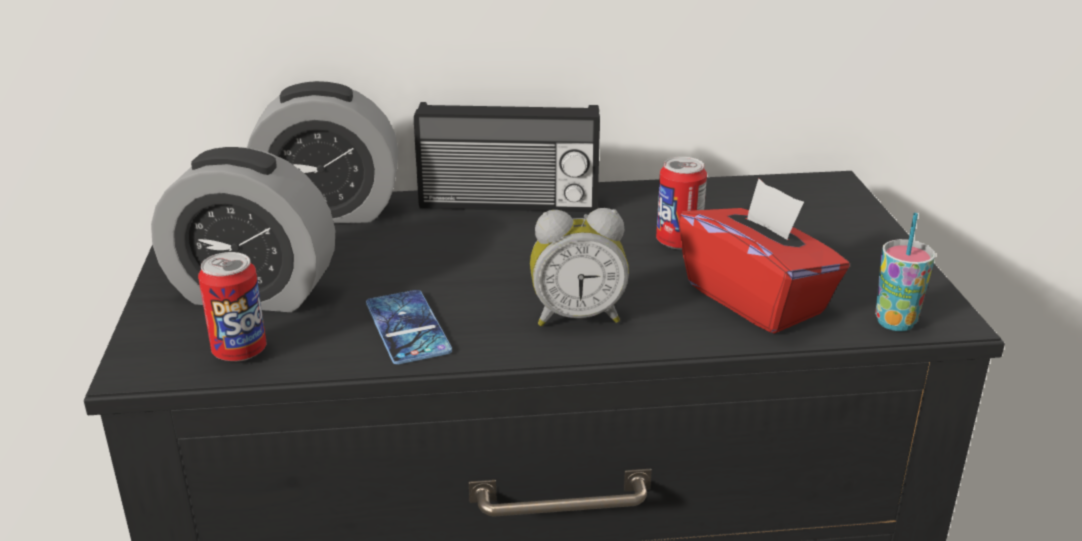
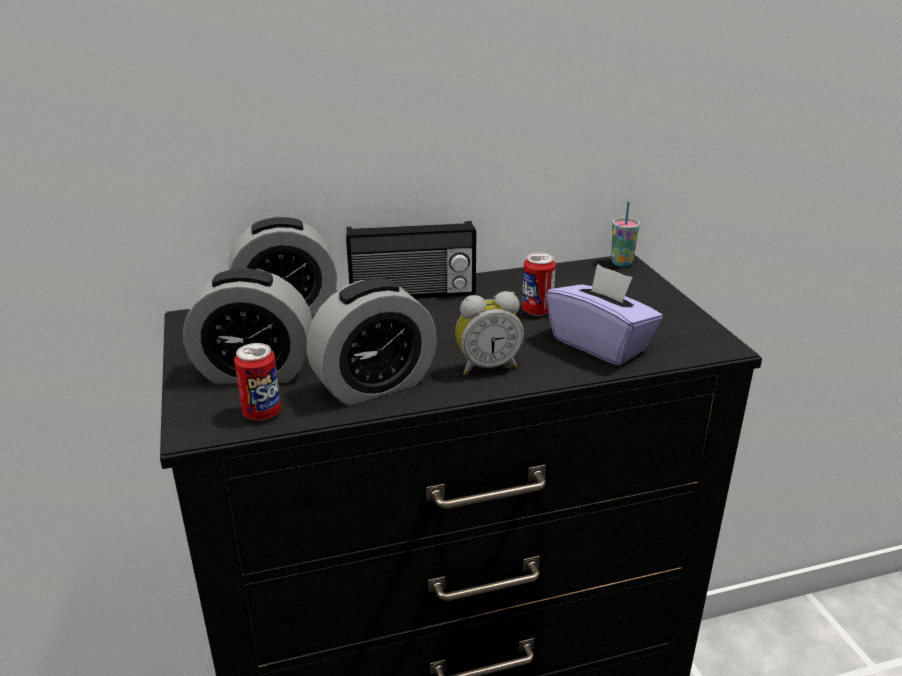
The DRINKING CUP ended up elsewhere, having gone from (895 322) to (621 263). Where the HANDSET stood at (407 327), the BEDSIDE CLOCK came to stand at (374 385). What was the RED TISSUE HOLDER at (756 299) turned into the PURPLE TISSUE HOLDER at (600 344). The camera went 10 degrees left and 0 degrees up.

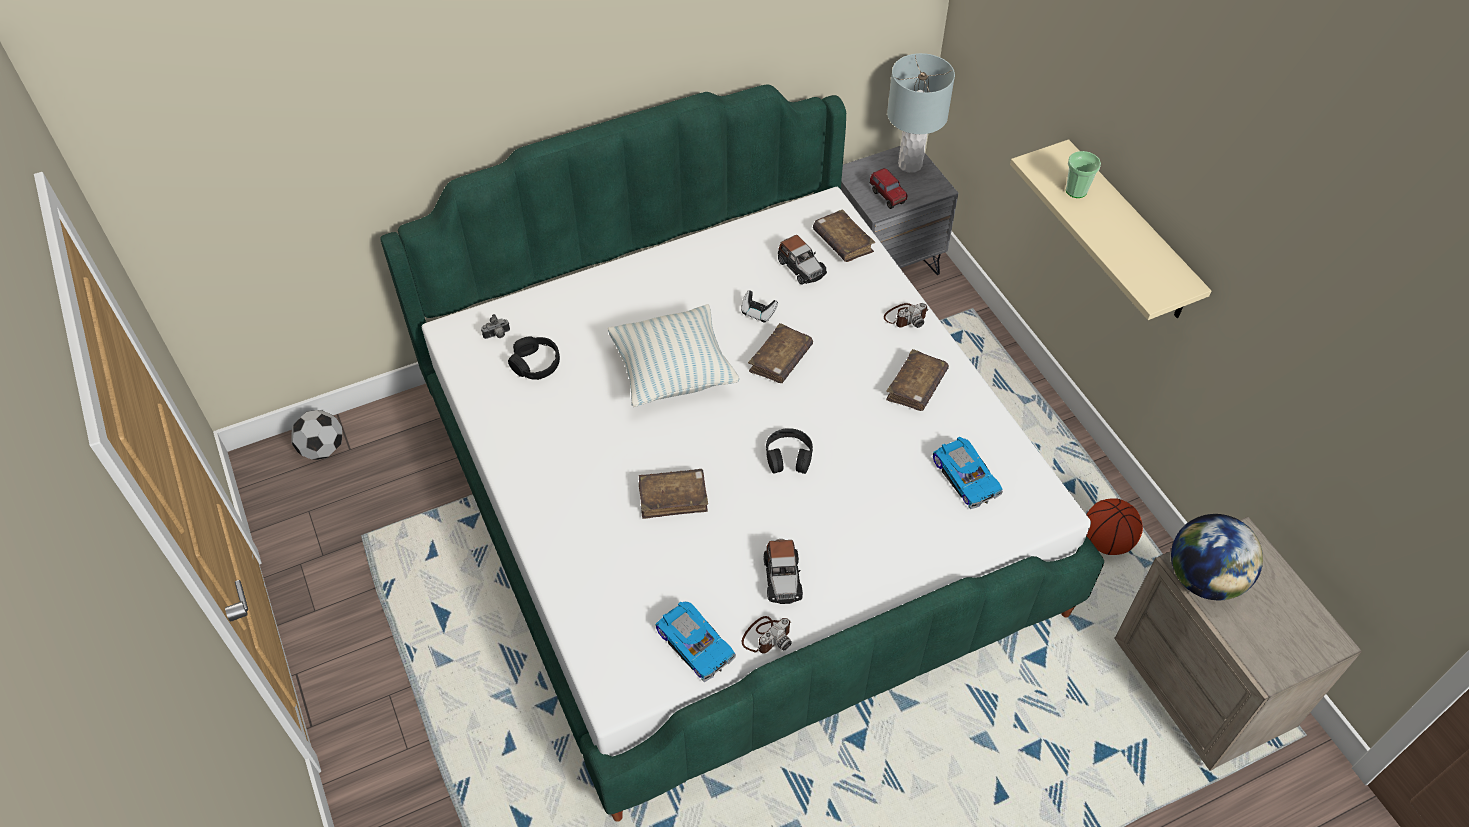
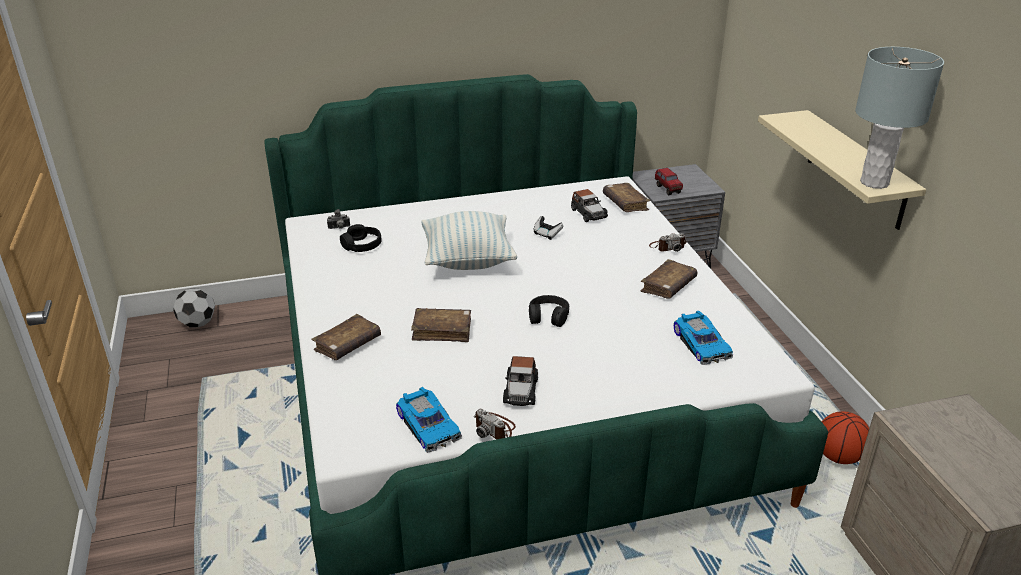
The second view lost the DRINKING CUP at (1076 191). The second view lost the WORLD GLOBE at (1203 578). The BROWNISH BOUND BOOK ended up elsewhere, having gone from (780 360) to (347 345). The GREYISH TABLETOP LAMP ended up elsewhere, having gone from (910 164) to (874 182). The PHOTO CAMERA at (767 636) ended up facing another way, 75 degrees clockwise from before. The camera went 10 degrees right and 20 degrees down.

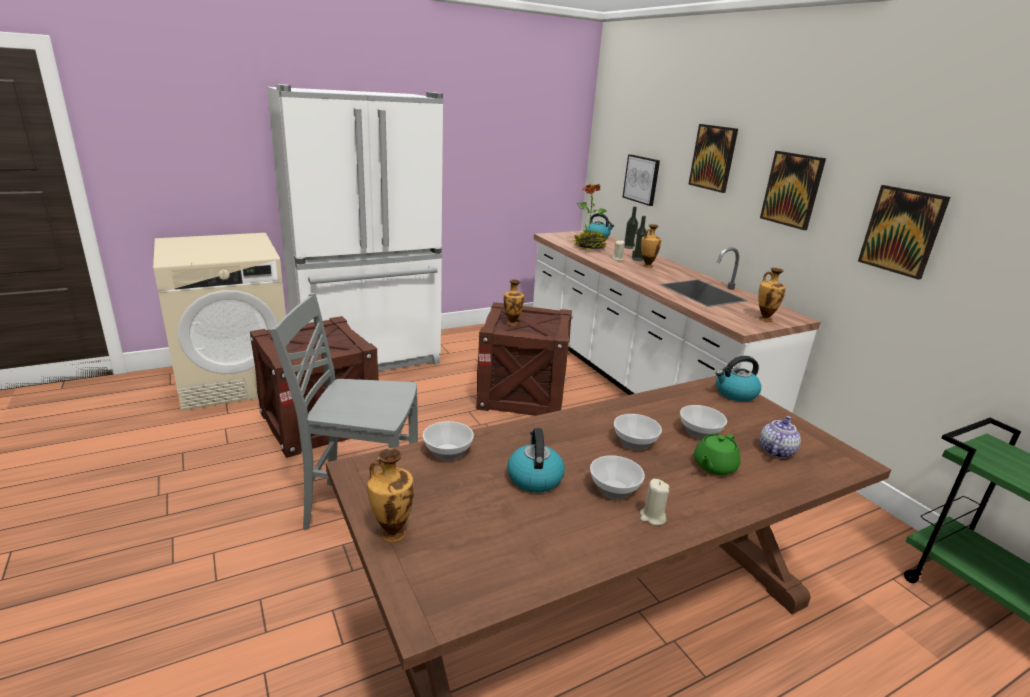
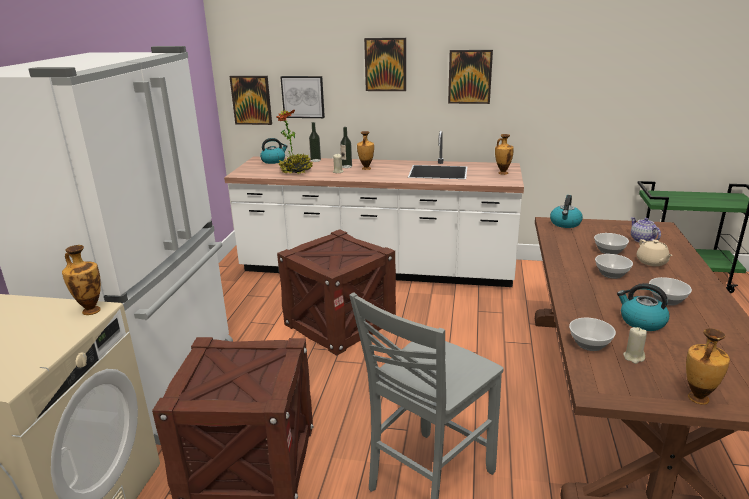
The FLOWER VASE ended up elsewhere, having gone from (512 323) to (90 310). The SAND-COLOURED CANDLE ended up elsewhere, having gone from (652 517) to (633 357). The WALL ART ended up elsewhere, having gone from (902 231) to (251 100). What was the GREEN TEA POT at (714 466) turned into the SAND-COLOURED TEA POT at (652 262). The camera went 50 degrees left and 0 degrees up.

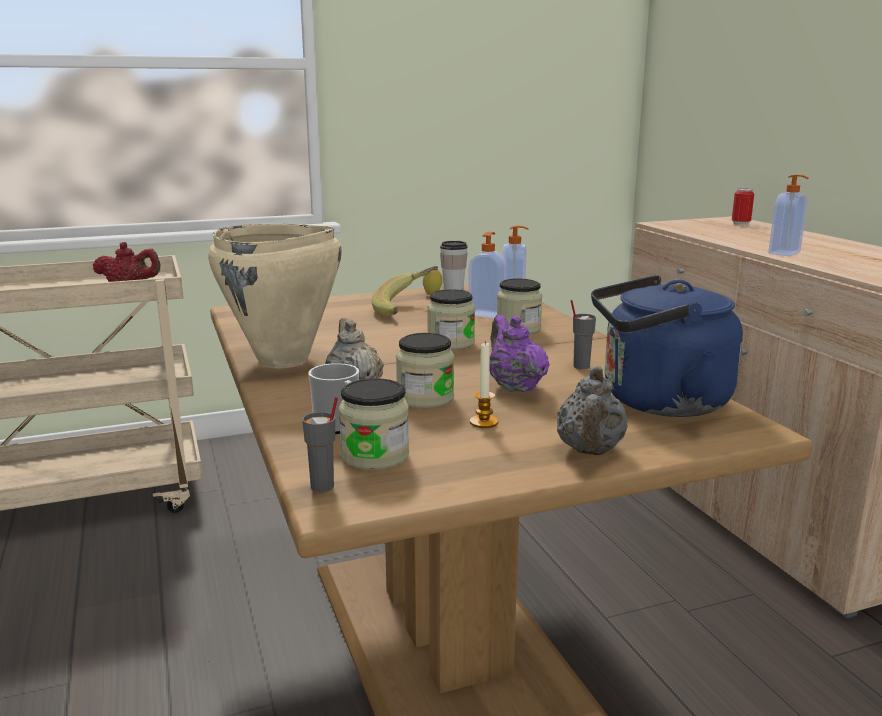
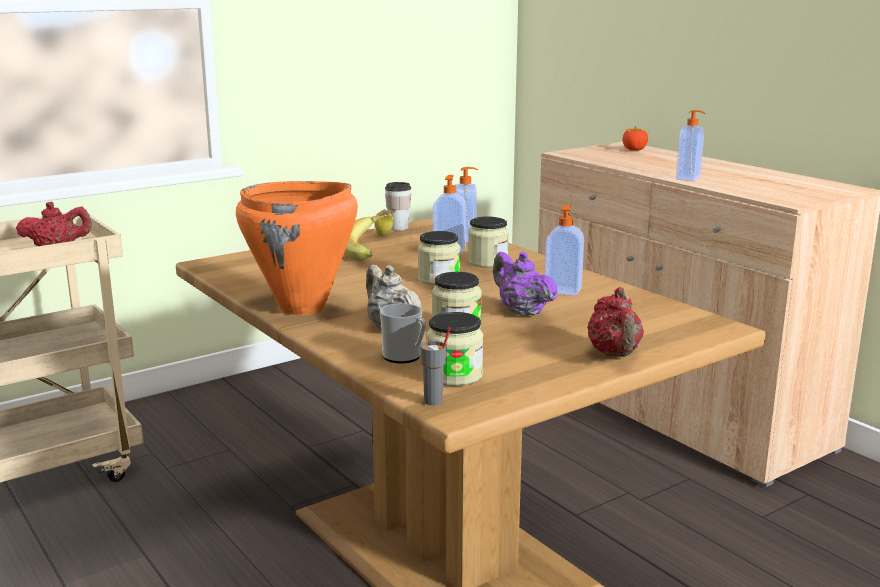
The second view lost the CANDLE at (484 422). The second view lost the BLUE WATER KETTLE at (657 402). Where the GREYISH DRINKING CUP stood at (580 366), the SOAP DISPENSER came to stand at (563 290). Where the SEALED CAN stood at (740 224), the WHOLE TOMATO came to stand at (634 150). What was the SAND-COLOURED COOKING POT at (283 361) turned into the ORANGE-COLOURED COOKING POT at (303 308). What was the GREYISH TEA POT at (589 451) turned into the RED TEA POT at (614 355). The camera went 15 degrees left and 0 degrees up.

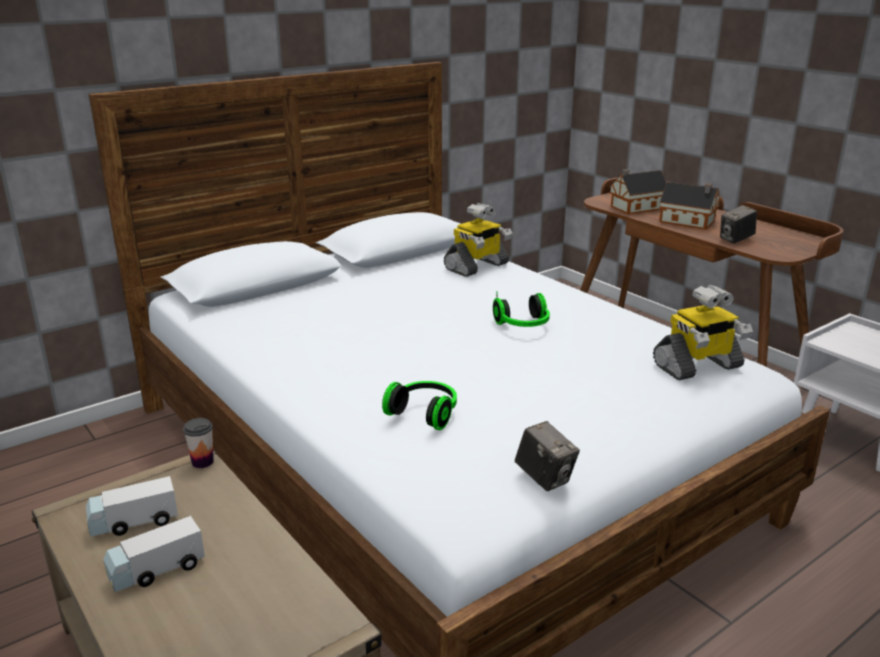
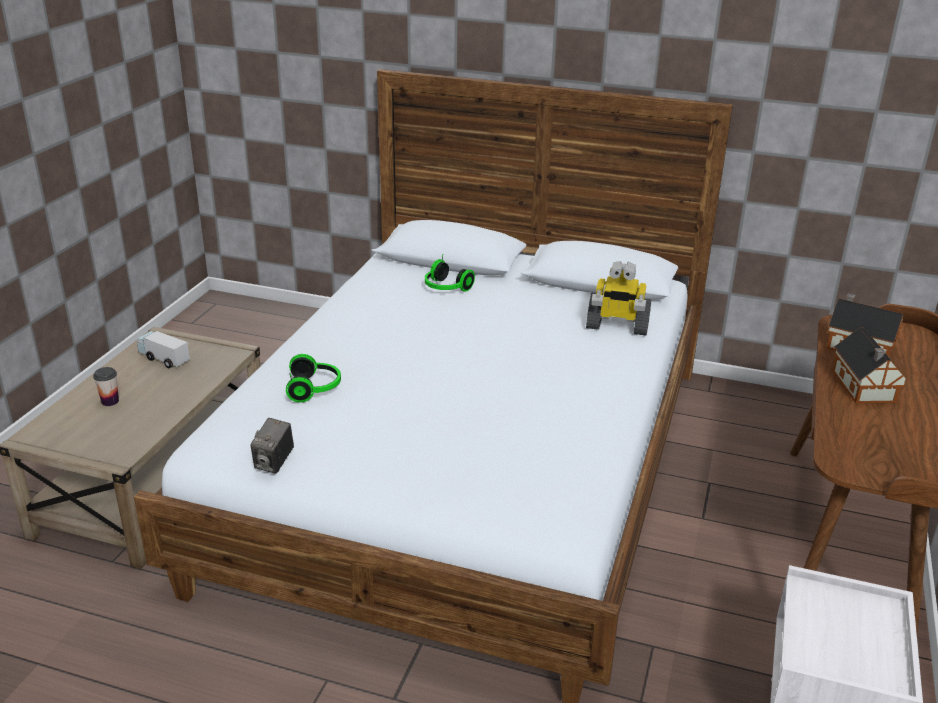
The second view lost the TOY LORRY at (156 570). The second view lost the ROBOT FIGURE at (697 367). The second view lost the PHOTO CAMERA at (736 240). The DRINKING CUP ended up elsewhere, having gone from (202 462) to (110 401). The HEADPHONES ended up elsewhere, having gone from (523 325) to (445 288). The camera went 55 degrees right and 5 degrees up.

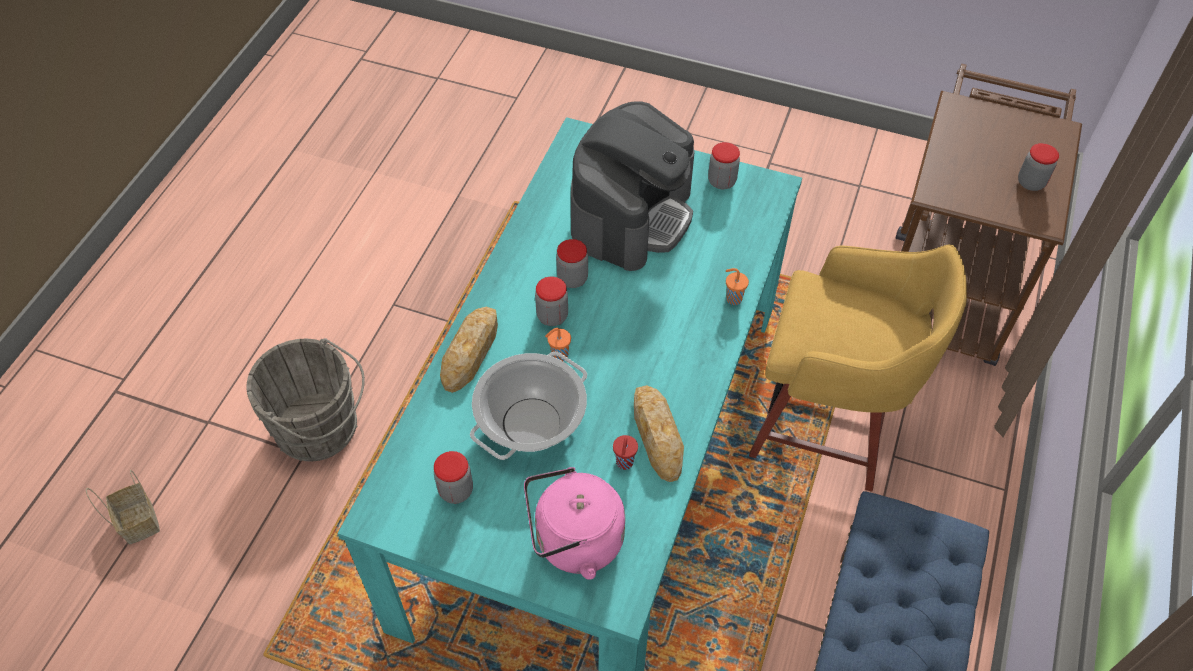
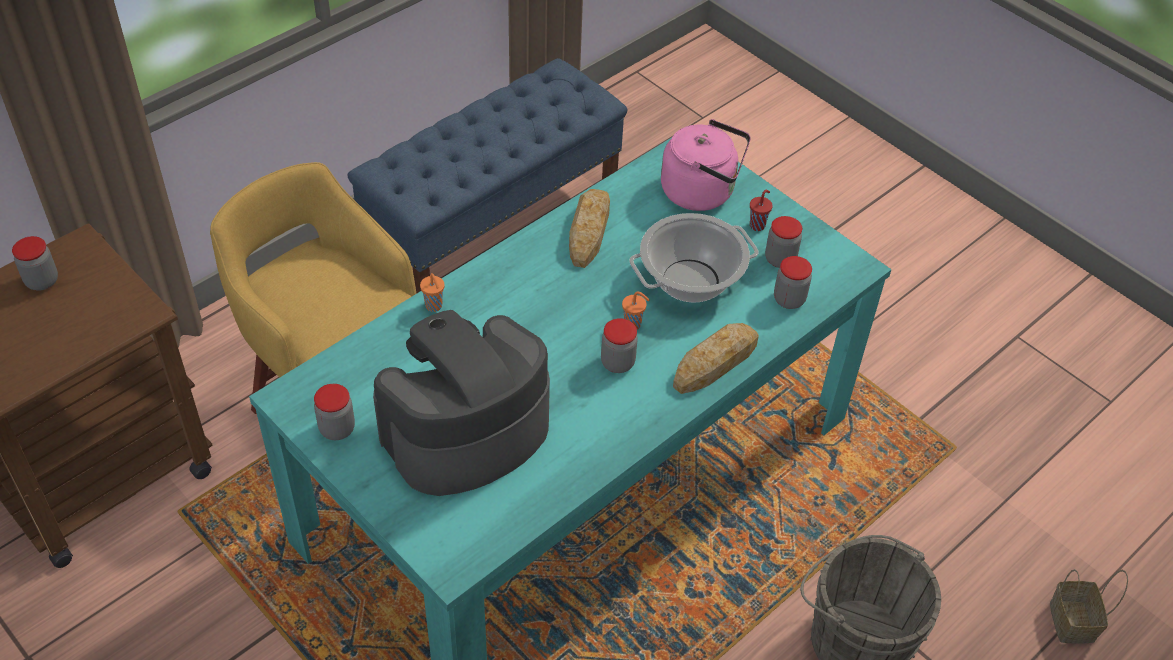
The JAR ended up elsewhere, having gone from (572 279) to (789 299). The RED DRINKING CUP ended up elsewhere, having gone from (624 463) to (757 225). The camera went 155 degrees left and 5 degrees down.

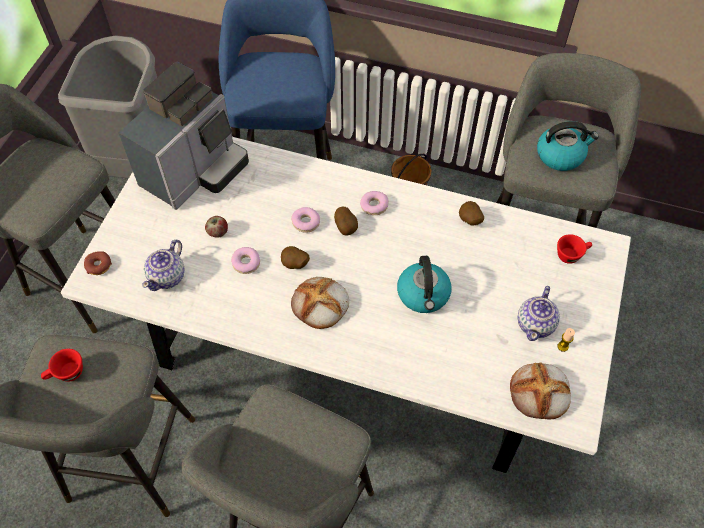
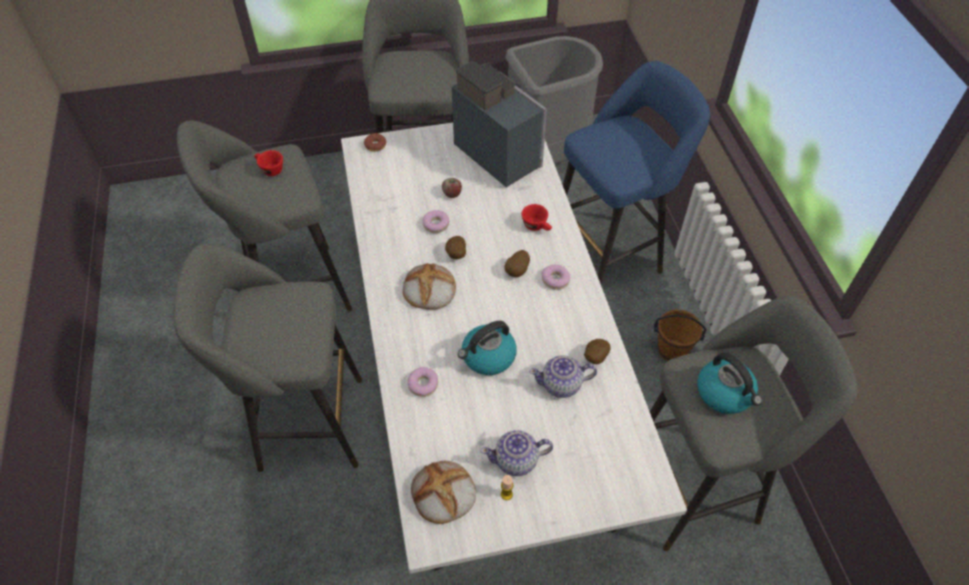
The TEA POT ended up elsewhere, having gone from (167 276) to (561 385). The RING DOUGHNUT ended up elsewhere, having gone from (306 222) to (423 384). The RED DRINKING CUP ended up elsewhere, having gone from (571 254) to (537 226). The COFFEE BREWER at (195 171) ended up facing another way, 135 degrees counterclockwise from before. The camera went 60 degrees right and 5 degrees down.

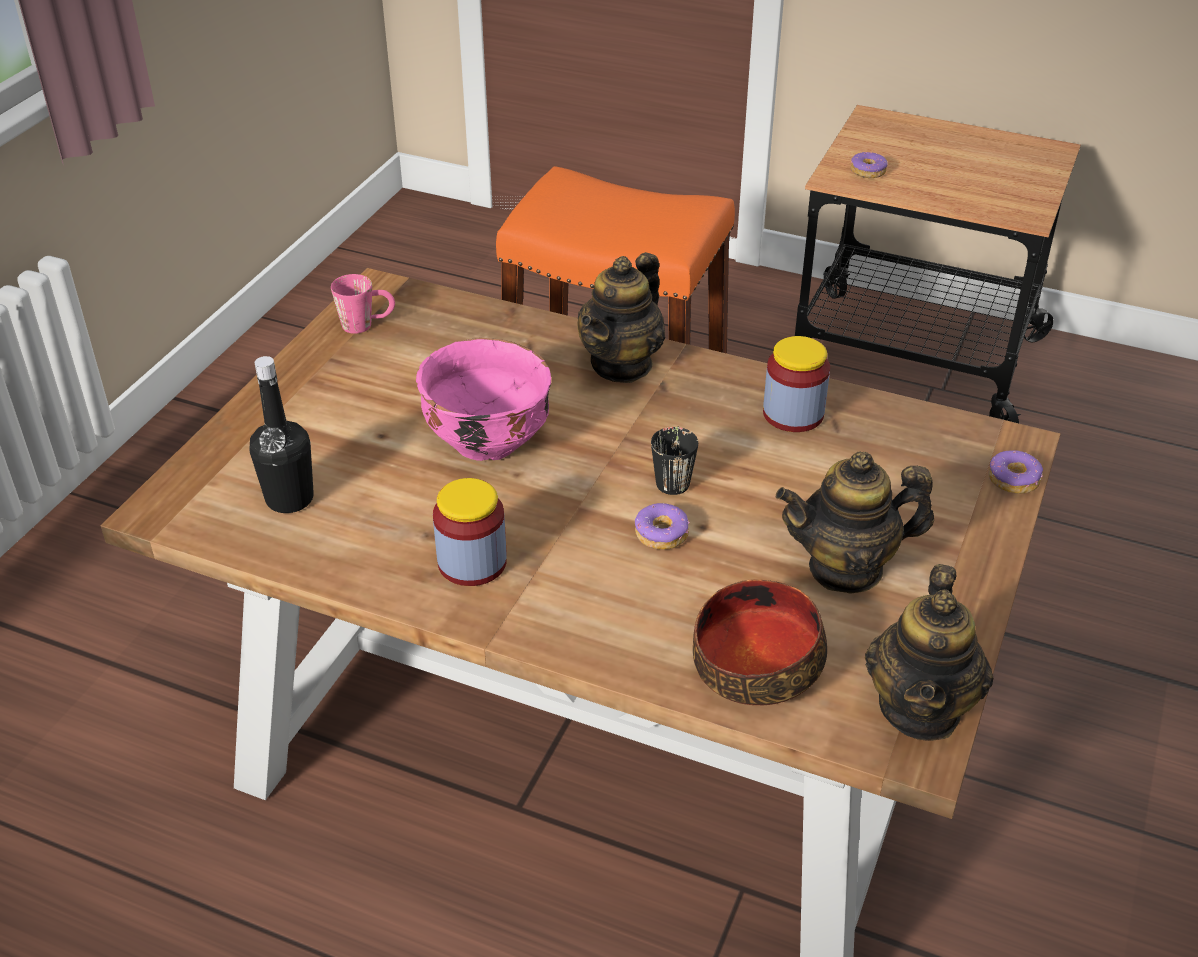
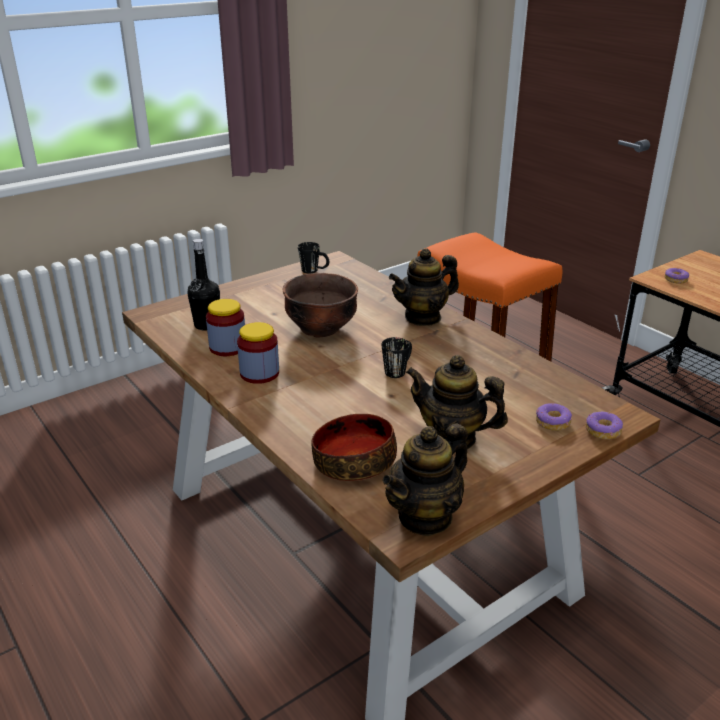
The RING DOUGHNUT ended up elsewhere, having gone from (662 534) to (553 422). The JAR ended up elsewhere, having gone from (793 414) to (228 347). What was the PINKISH TEA MUG at (366 324) turned into the BLACKISH TEA MUG at (314 271). What was the PINKISH BOWL at (486 440) turned into the BROWNISH BOWL at (320 328). The camera went 30 degrees right and 10 degrees down.

